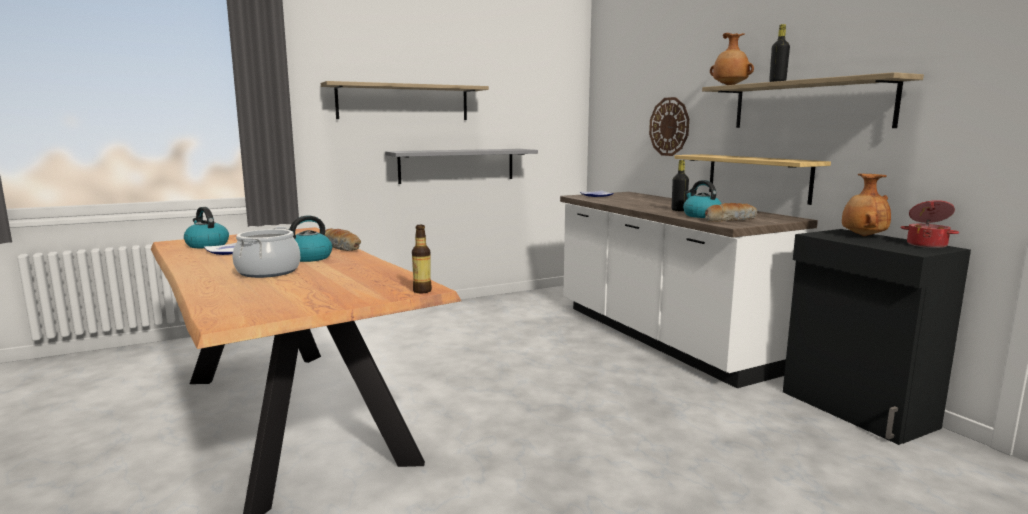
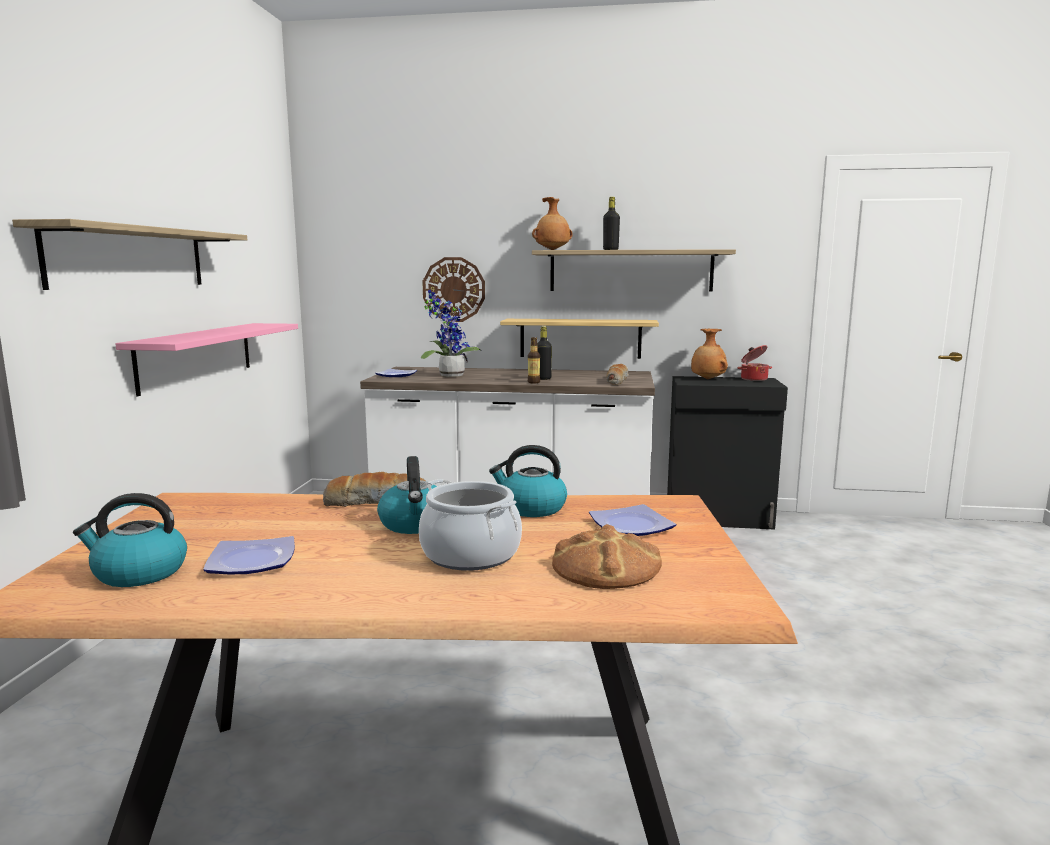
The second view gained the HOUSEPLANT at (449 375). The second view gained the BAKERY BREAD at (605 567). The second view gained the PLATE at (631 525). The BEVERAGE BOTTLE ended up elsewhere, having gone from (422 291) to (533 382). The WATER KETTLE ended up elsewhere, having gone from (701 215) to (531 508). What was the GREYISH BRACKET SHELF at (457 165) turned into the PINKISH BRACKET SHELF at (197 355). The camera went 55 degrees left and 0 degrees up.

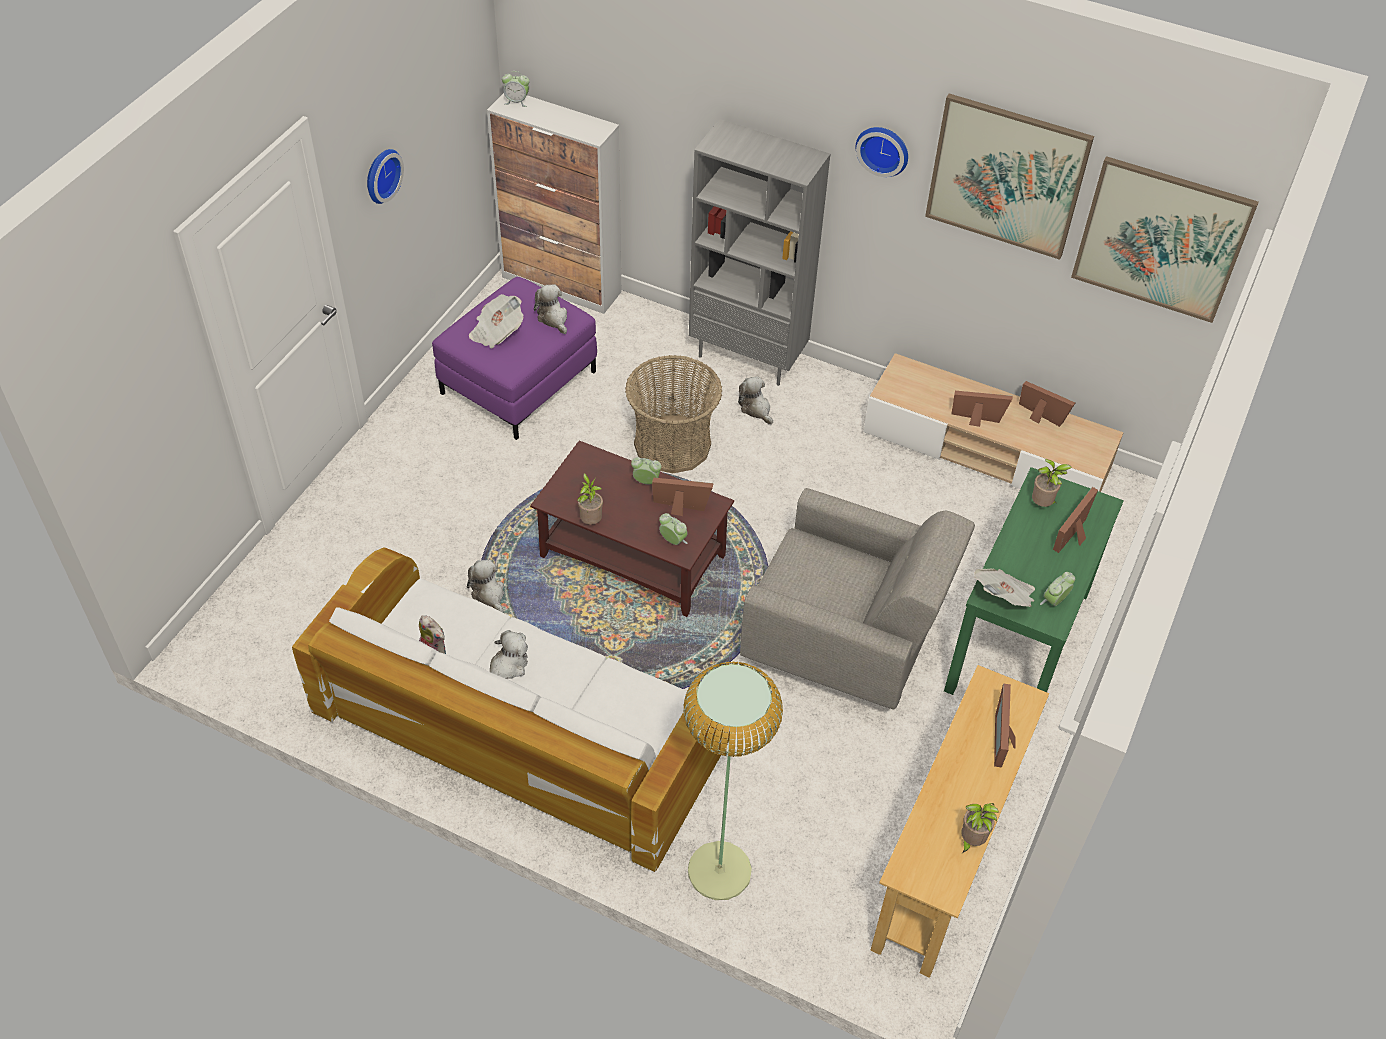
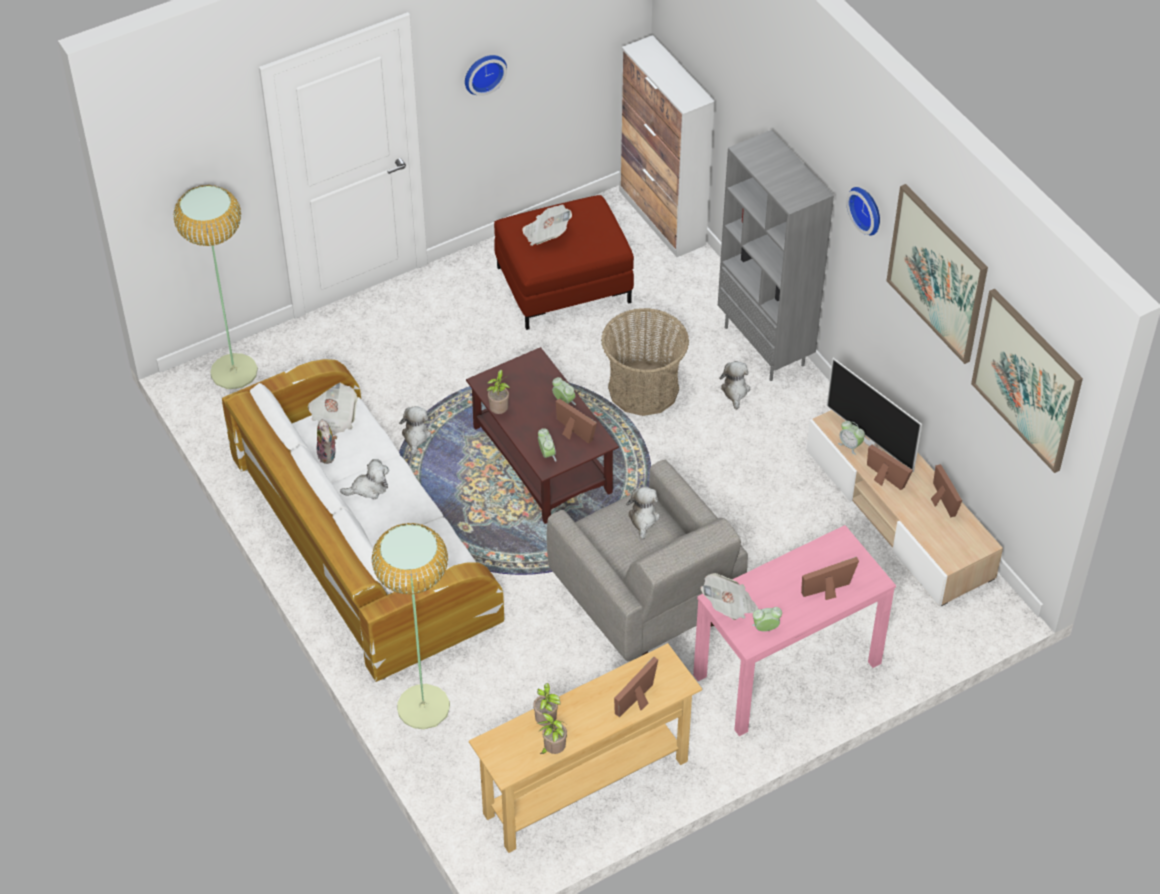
The second view gained the STANDING LAMP at (234 371). The second view gained the NEWSPAPER at (333 418). The second view gained the TV SET at (872 442). The BEDSIDE CLOCK ended up elsewhere, having gone from (517 101) to (850 445). The SOFT TOY ended up elsewhere, having gone from (553 318) to (643 519). The HOUSEPLANT ended up elsewhere, having gone from (1042 505) to (547 723). What was the PURPLE POUFFE at (518 383) turned into the RED POUFFE at (563 285). What was the GREEN HALL TABLE at (1018 640) turned into the PINKISH HALL TABLE at (787 670). The camera went 35 degrees right and 0 degrees up.

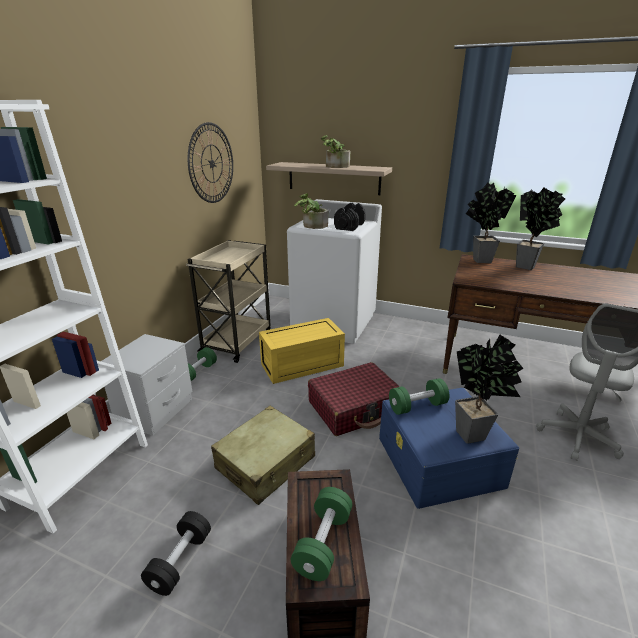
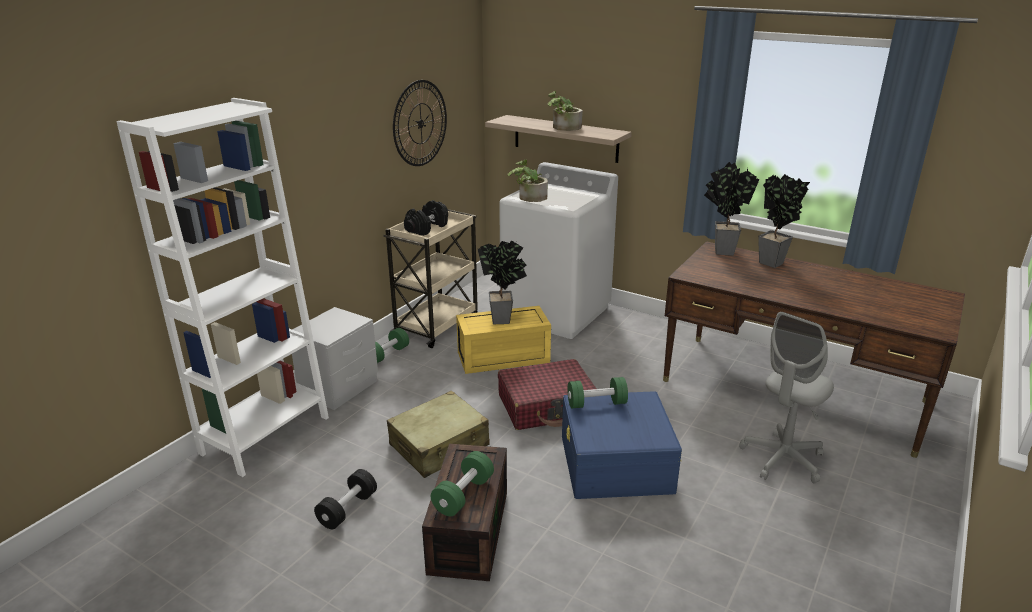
The BLACKISH FREE WEIGHT ended up elsewhere, having gone from (349 226) to (426 228). The HOUSEPLANT ended up elsewhere, having gone from (476 435) to (504 321). The camera went 10 degrees right and 0 degrees up.

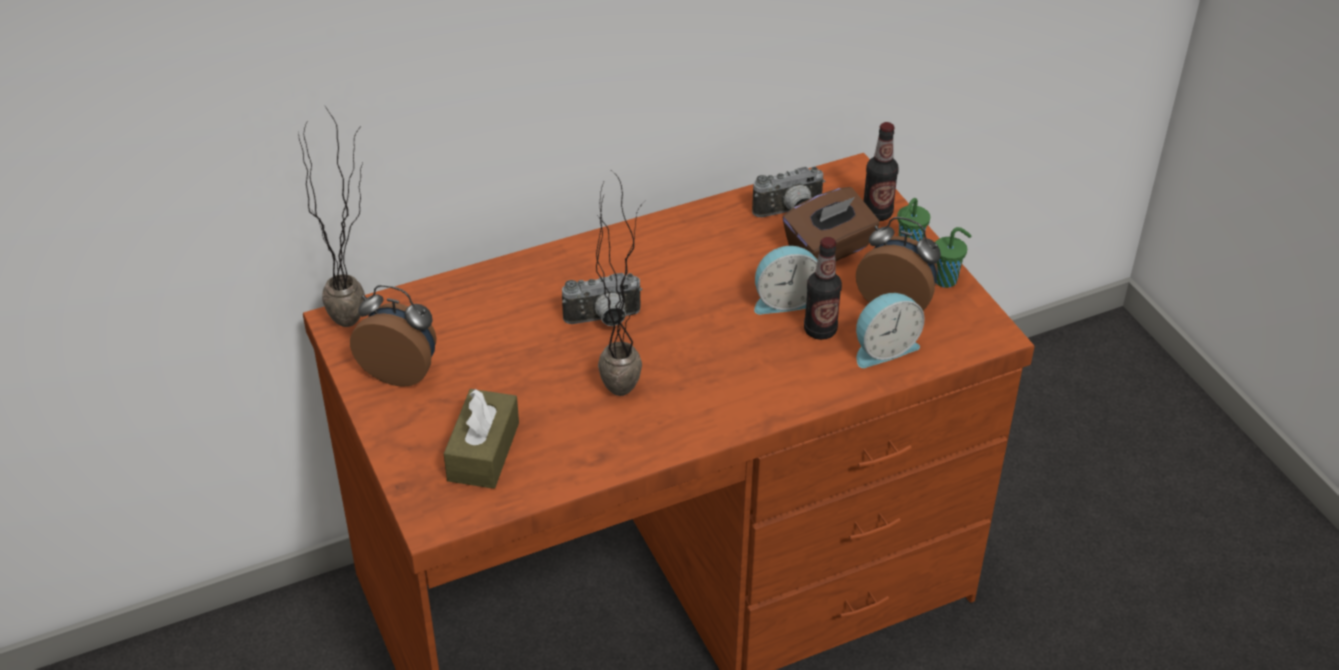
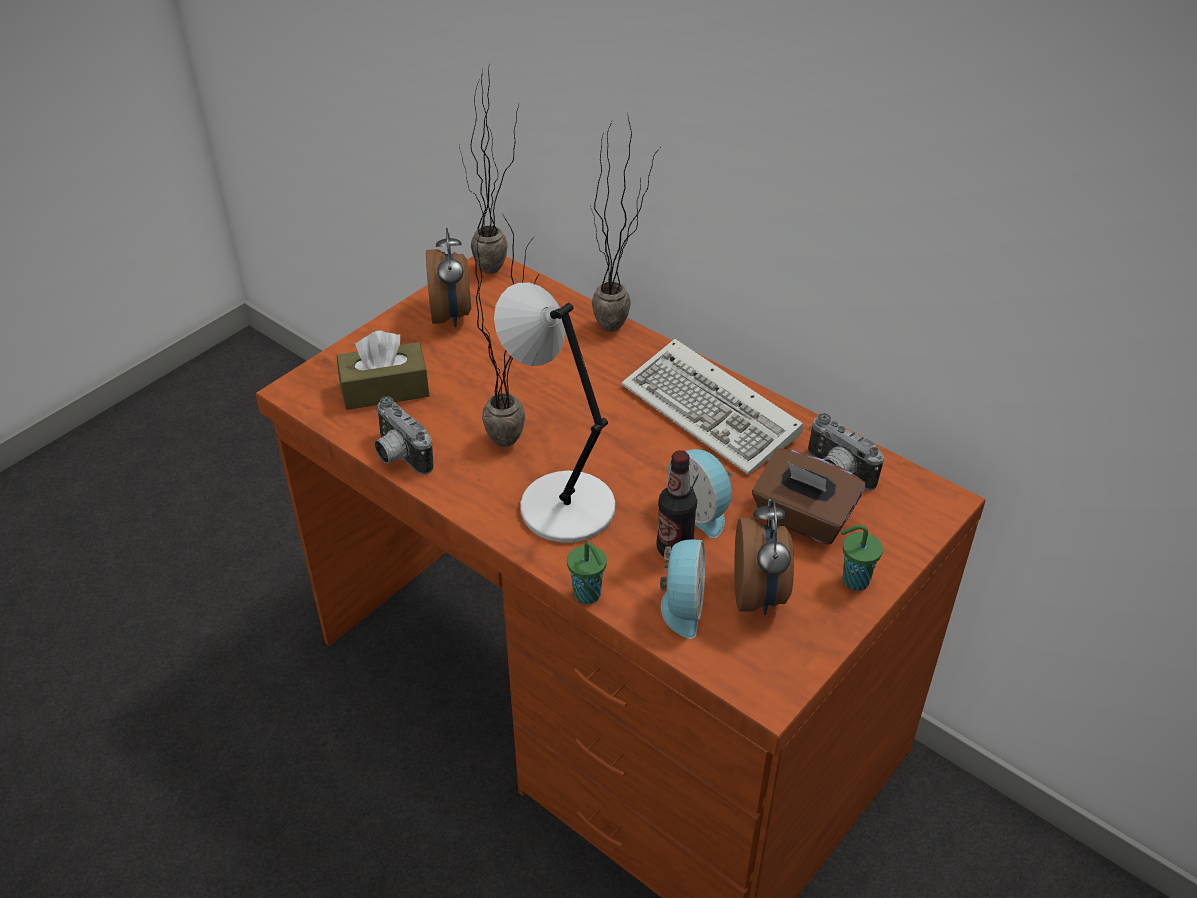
The second view lost the BEVERAGE BOTTLE at (877 213). The second view gained the GREYISH TABLETOP LAMP at (562 505). The second view gained the HOUSEPLANT at (622 330). The second view gained the KEYBOARD at (714 413). The PHOTO CAMERA ended up elsewhere, having gone from (604 320) to (398 456). The GREEN DRINKING CUP ended up elsewhere, having gone from (947 280) to (588 595). The BEDSIDE CLOCK at (883 348) ended up facing another way, 120 degrees counterclockwise from before. The camera went 65 degrees right and 0 degrees up.

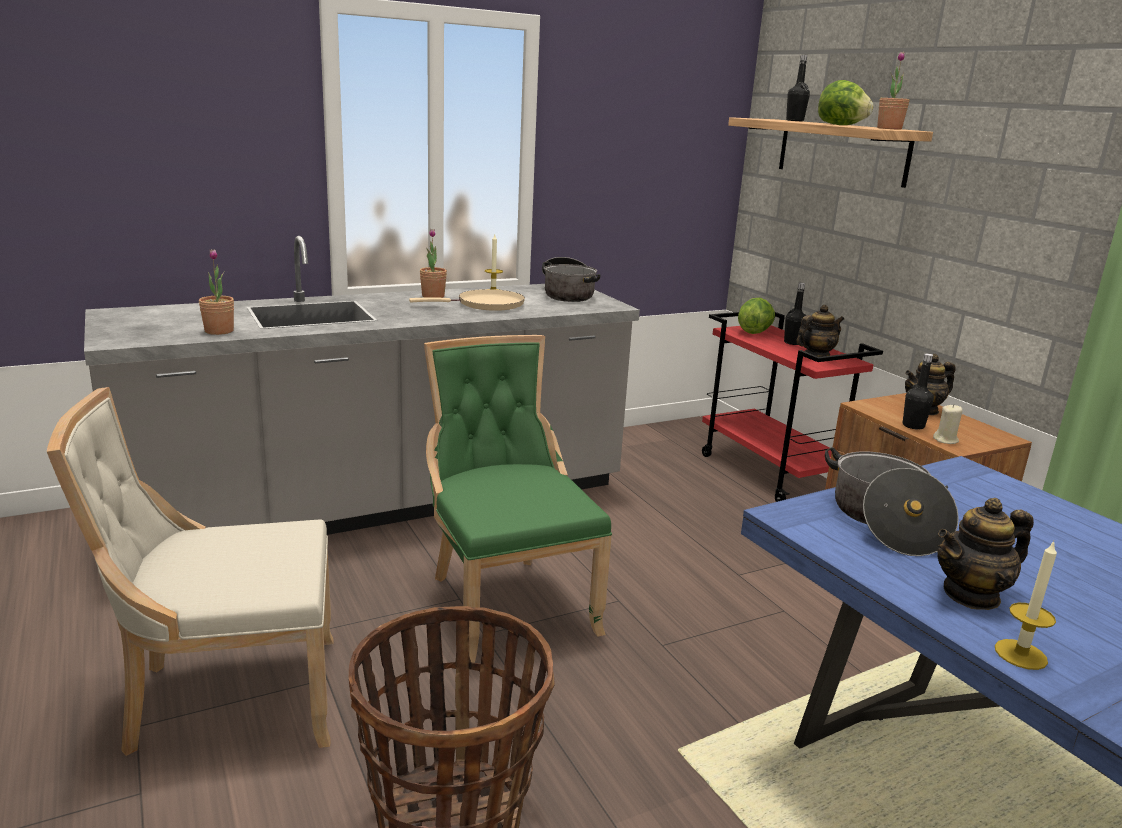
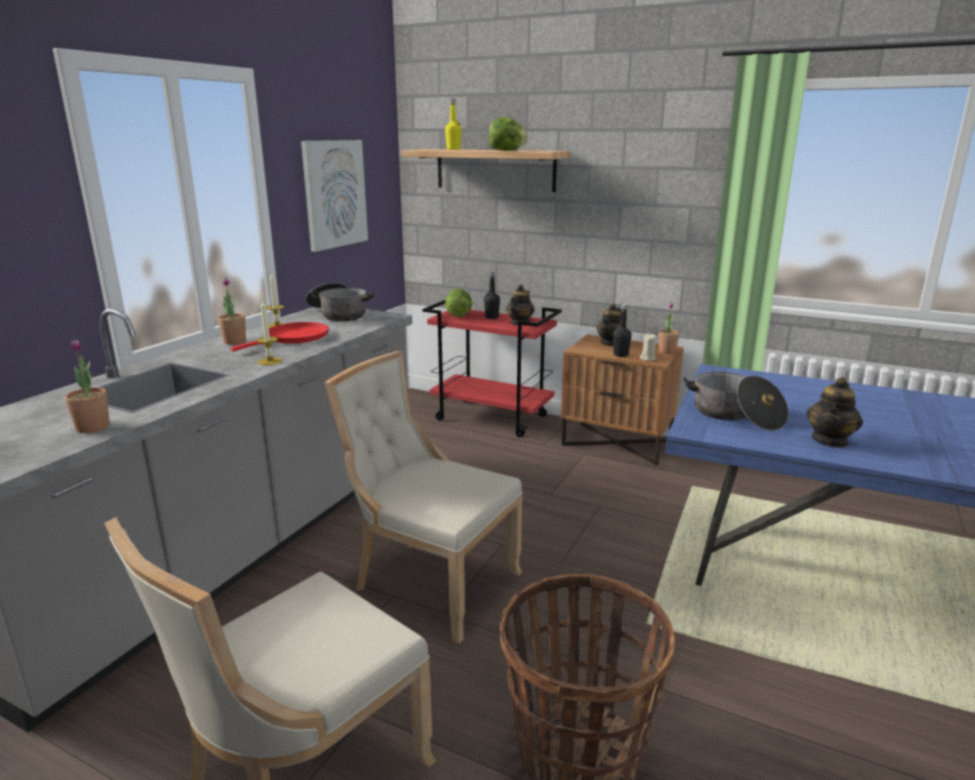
The second view gained the WALL ART at (334 194). The HOUSEPLANT ended up elsewhere, having gone from (889 128) to (667 352). The CANDLE ended up elsewhere, having gone from (1020 654) to (270 361). What was the SAND-COLOURED FRYING PAN at (486 304) turned into the RED FRYING PAN at (294 338). What was the GREEN PLAIN CHAIR at (506 603) turned into the SAND-COLOURED PLAIN CHAIR at (430 582). What was the BLACKISH BEVERAGE BOTTLE at (794 121) turned into the YELLOWISH BEVERAGE BOTTLE at (453 149). The camera went 35 degrees left and 0 degrees up.

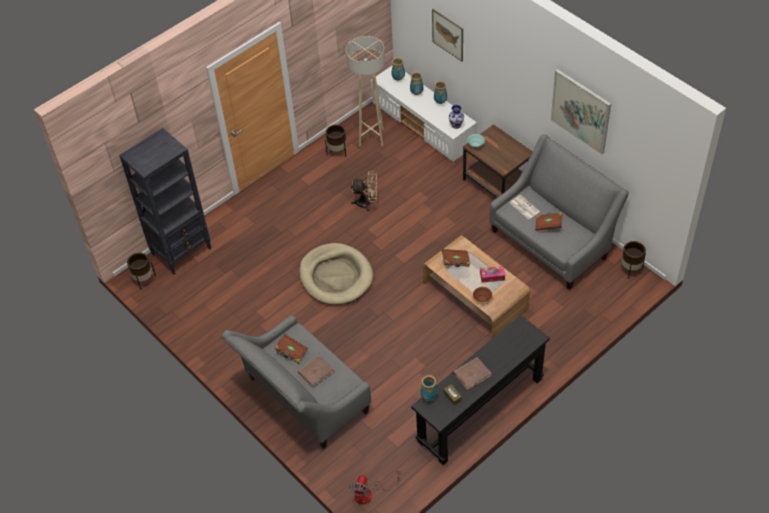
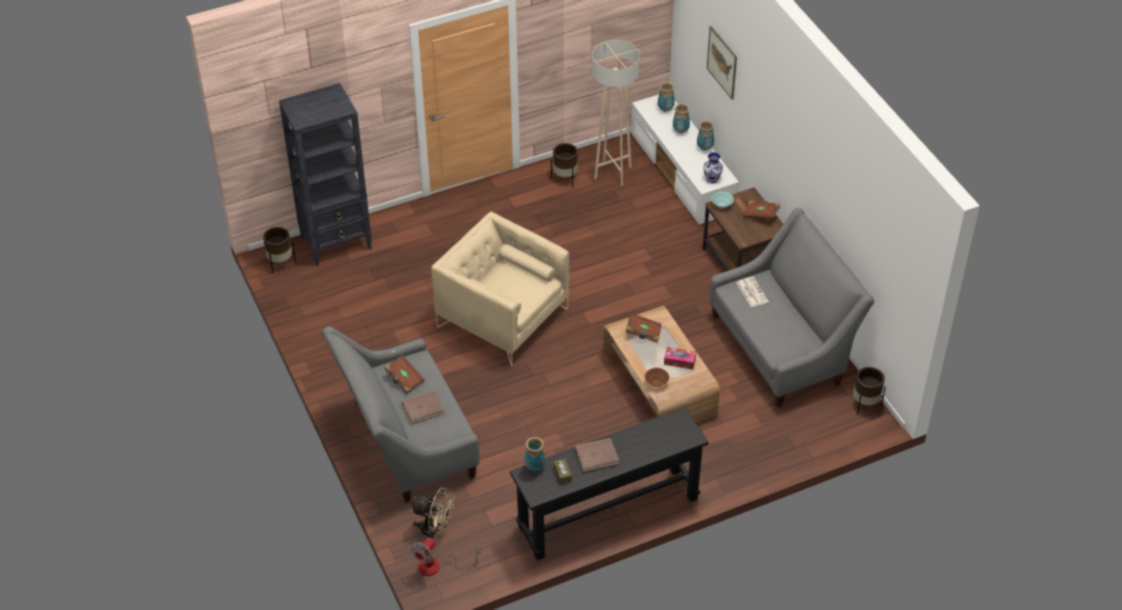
The second view lost the WALL ART at (581 111). The SAND-COLOURED FAN ended up elsewhere, having gone from (367 203) to (435 530). The BROWNISH BOUND BOOK ended up elsewhere, having gone from (548 225) to (760 215). Where the SAND-COLOURED DOG CUSHION stood at (336 276), the SAND-COLOURED LOUNGE CHAIR came to stand at (502 318). The camera went 15 degrees right and 5 degrees down.

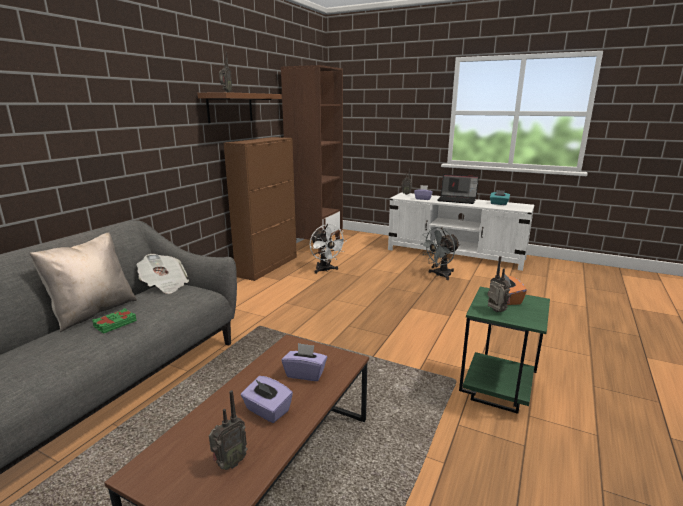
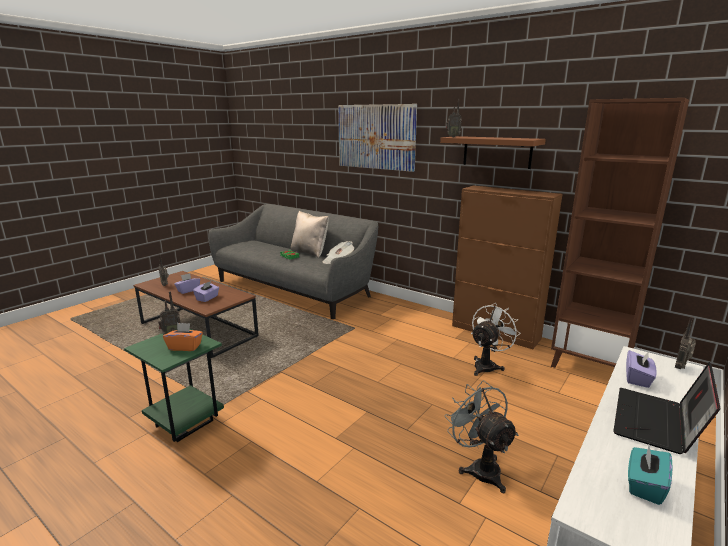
The second view gained the WALL ART at (376 137). The WHITISH FAN at (325 270) ended up facing another way, 150 degrees clockwise from before. The camera went 100 degrees right and 0 degrees up.

